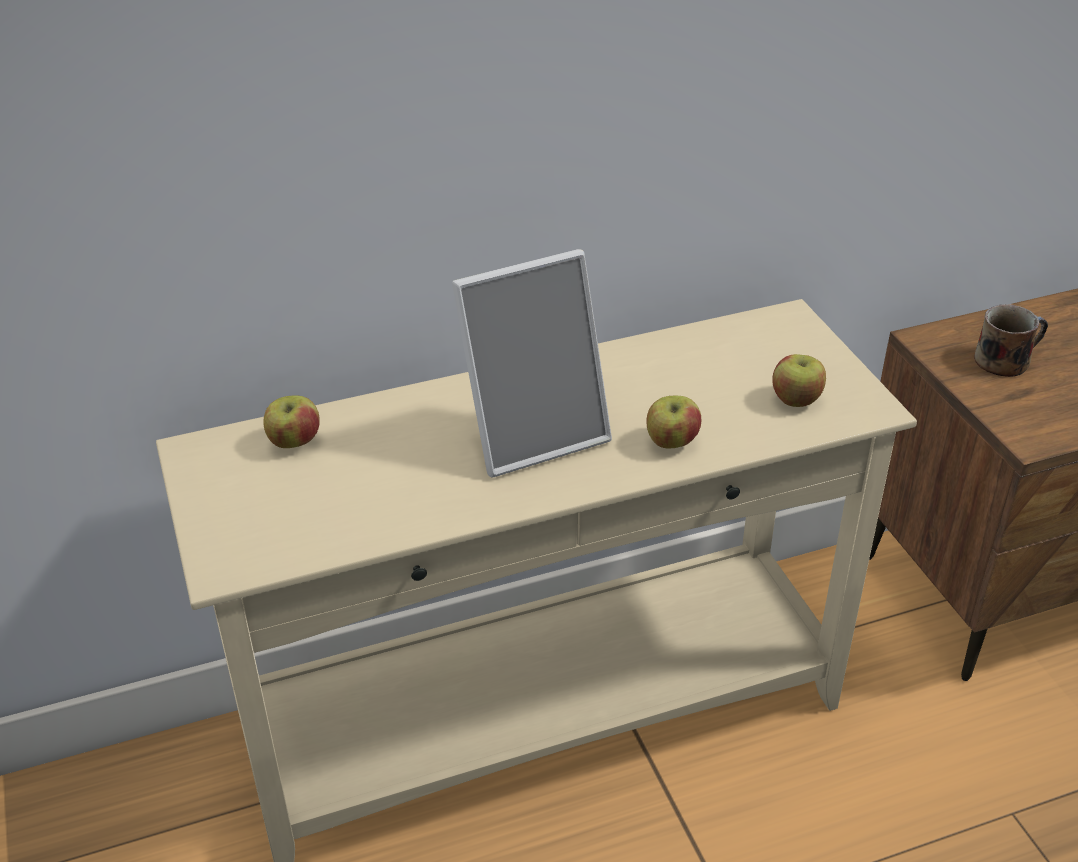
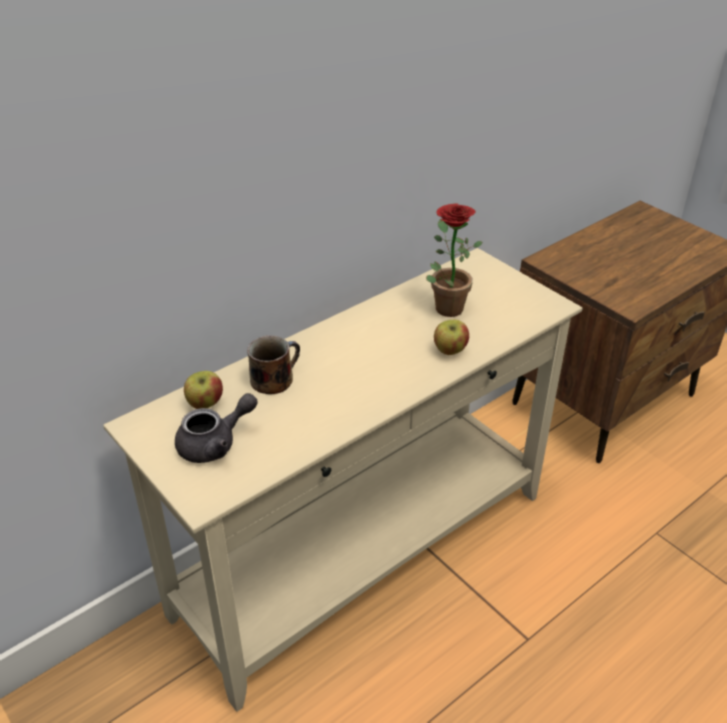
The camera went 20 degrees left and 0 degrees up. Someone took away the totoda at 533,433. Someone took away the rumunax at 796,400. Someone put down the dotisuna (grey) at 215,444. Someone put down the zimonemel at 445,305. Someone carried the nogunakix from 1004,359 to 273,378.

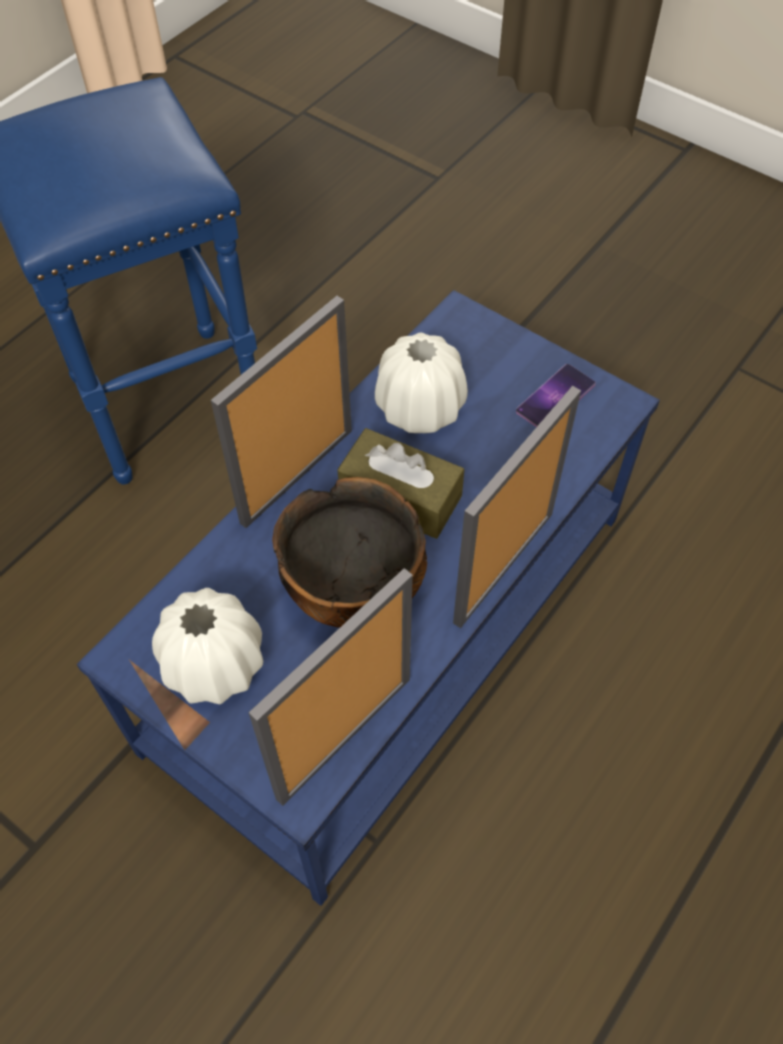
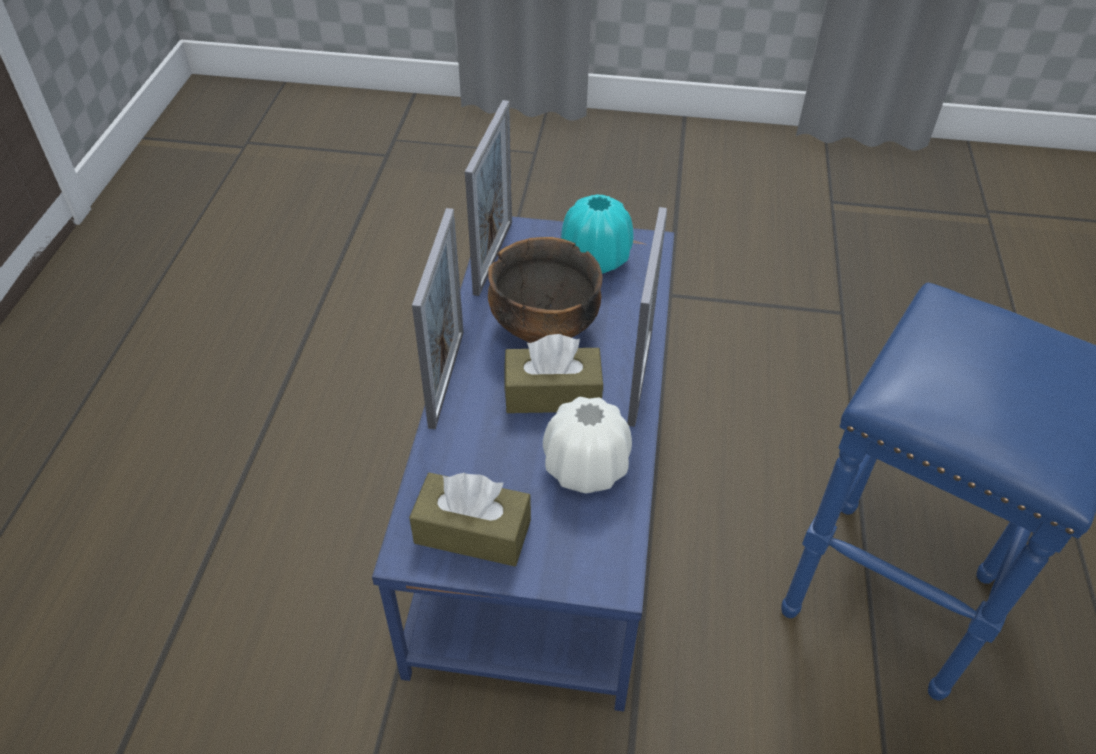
The camera went 150 degrees right and 10 degrees down. Someone swapped the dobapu at 555,398 for the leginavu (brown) at 472,532. Someone repainted the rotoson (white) at 214,665, which became the rotoson (turquoise) at 595,258.

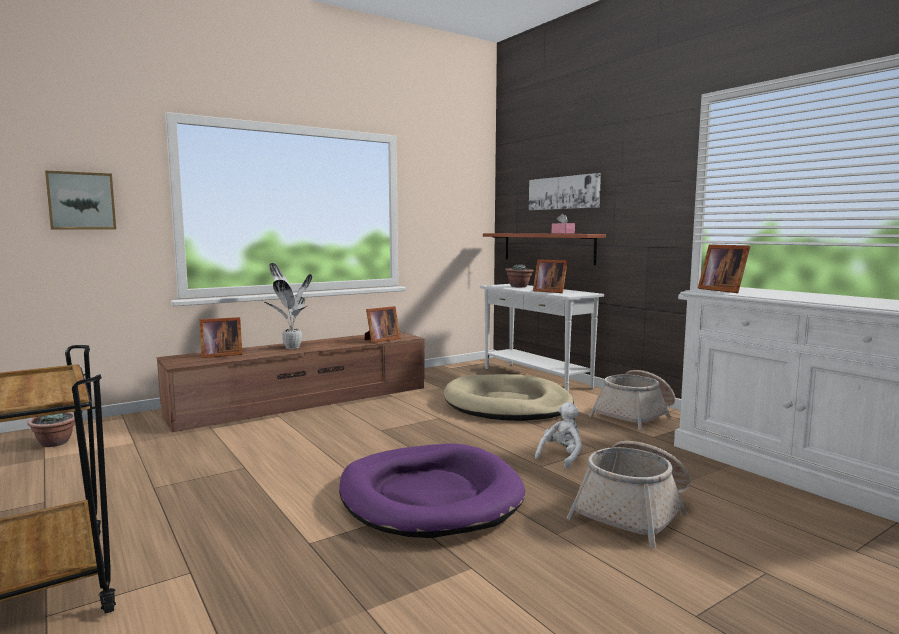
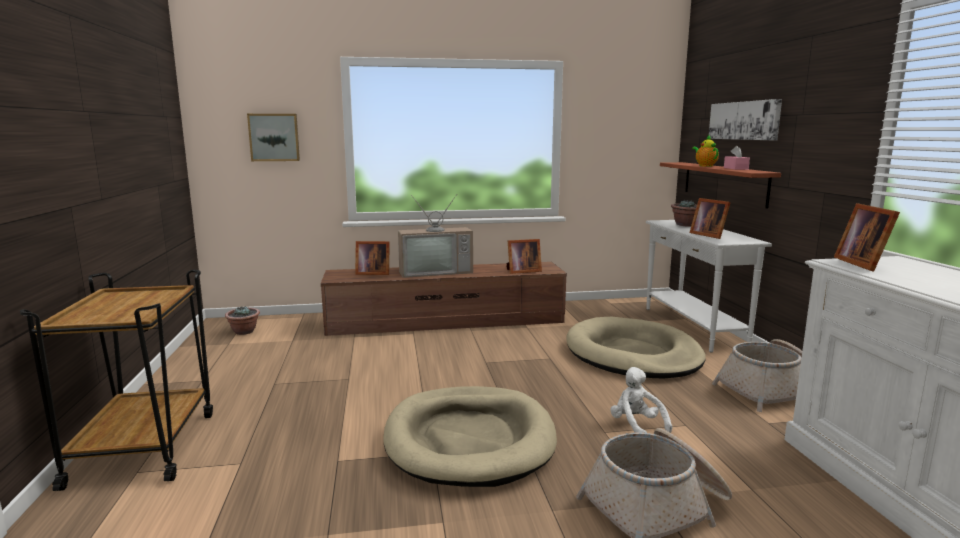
The camera went 25 degrees right and 5 degrees up. Someone put down the dotisuna at 705,166. Someone swapped the zimonemel at 291,347 for the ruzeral at 435,271. Someone repainted the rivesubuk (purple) at 429,496, which became the rivesubuk (beige) at 469,440. Someone rotated the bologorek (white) at 562,457 by 90 degrees counterclockwise.

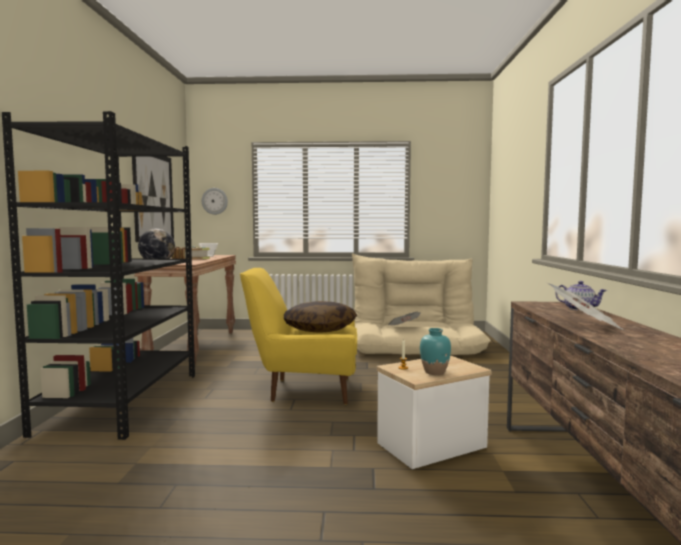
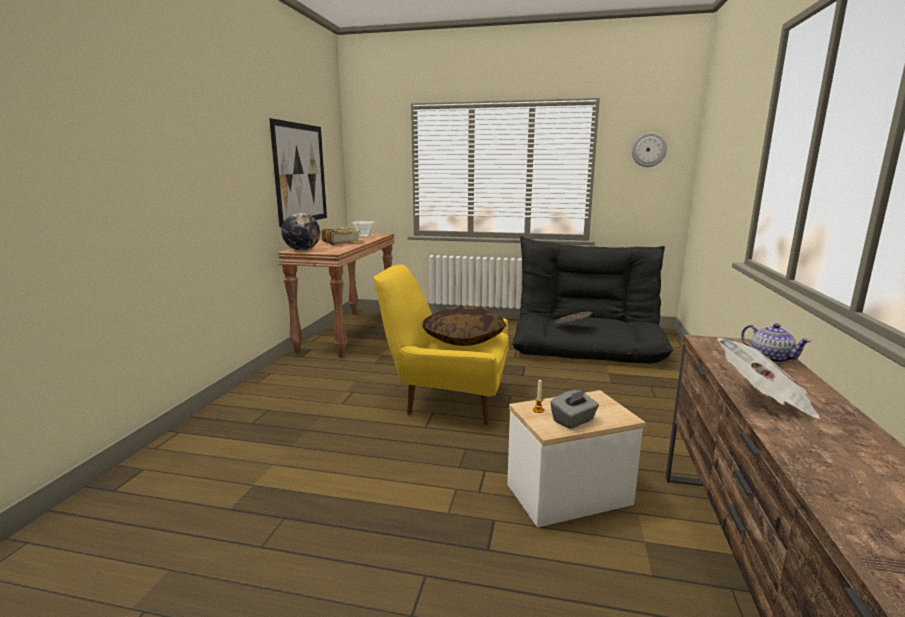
The camera went 10 degrees right and 10 degrees up. Someone took away the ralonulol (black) at 123,401. Someone carried the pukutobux from 214,201 to 649,149. Someone swapped the rotoson (turquoise) at 434,372 for the leginavu (grey) at 573,421. Someone repainted the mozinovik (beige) at 416,345, which became the mozinovik (black) at 587,344.

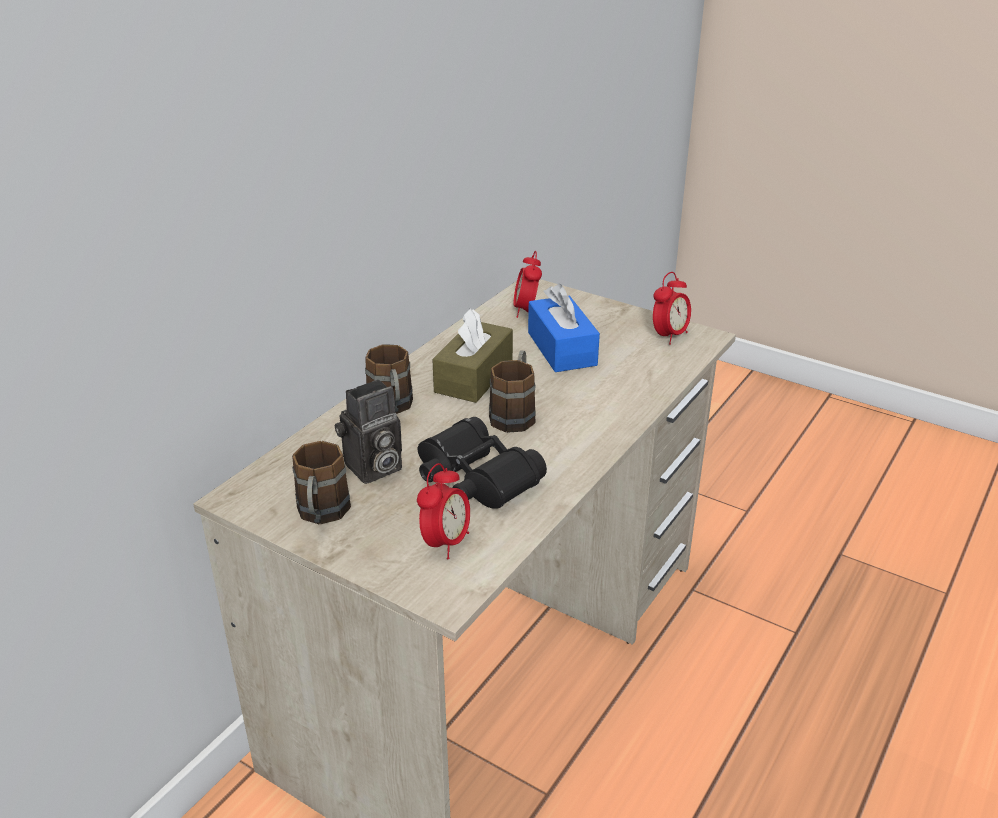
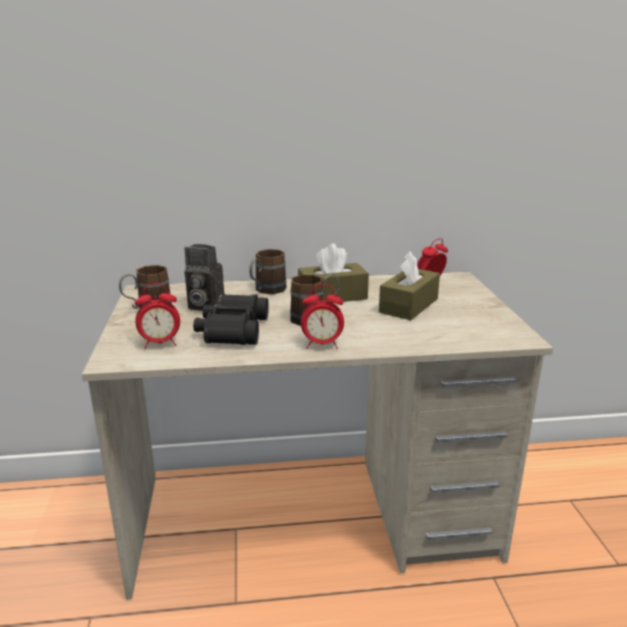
The camera went 50 degrees right and 10 degrees down. Someone carried the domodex from 669,336 to 322,345. Someone repainted the leginavu (blue) at 561,349, which became the leginavu (brown) at 408,305.

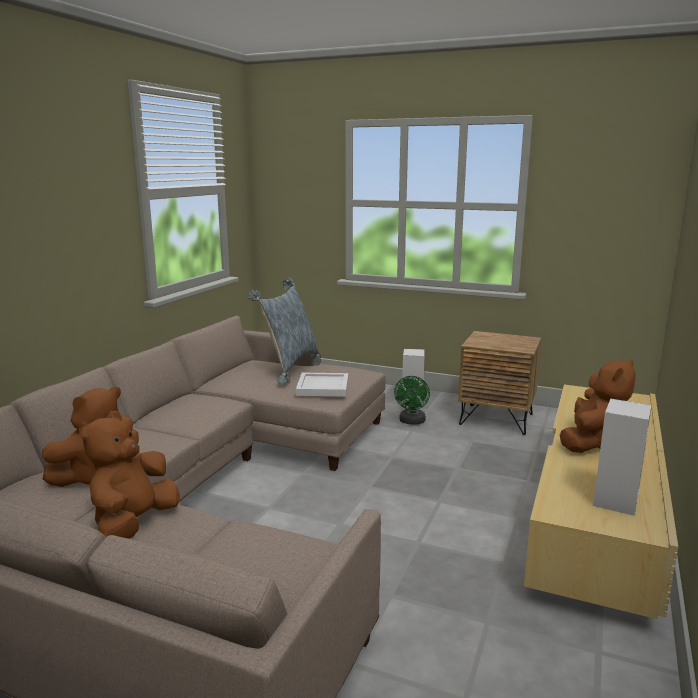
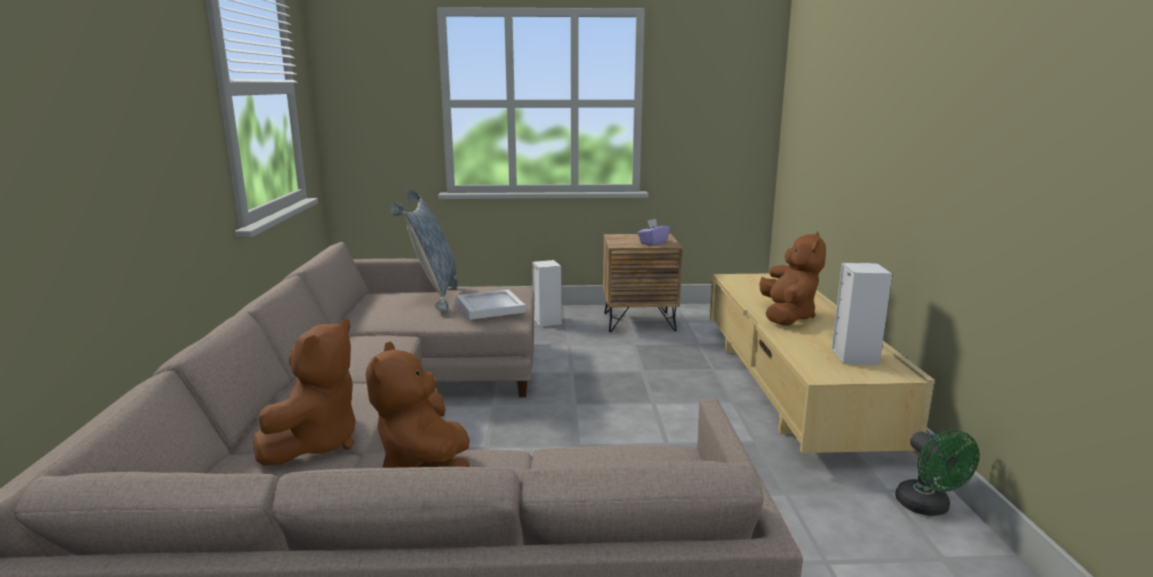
The camera went 25 degrees left and 0 degrees up. Someone put down the leginavu (purple) at 653,243. Someone carried the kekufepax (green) from 412,422 to 928,508.

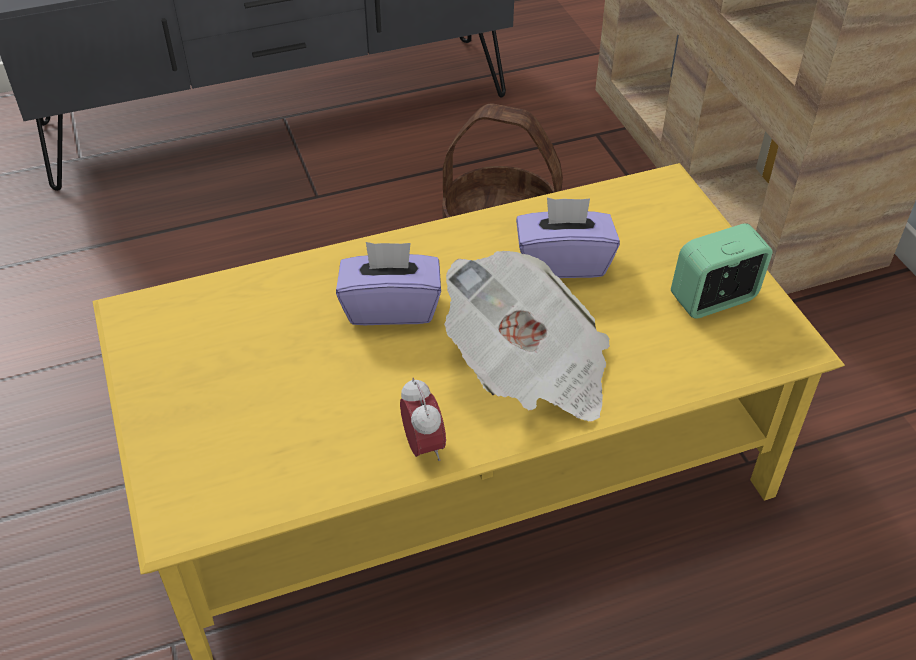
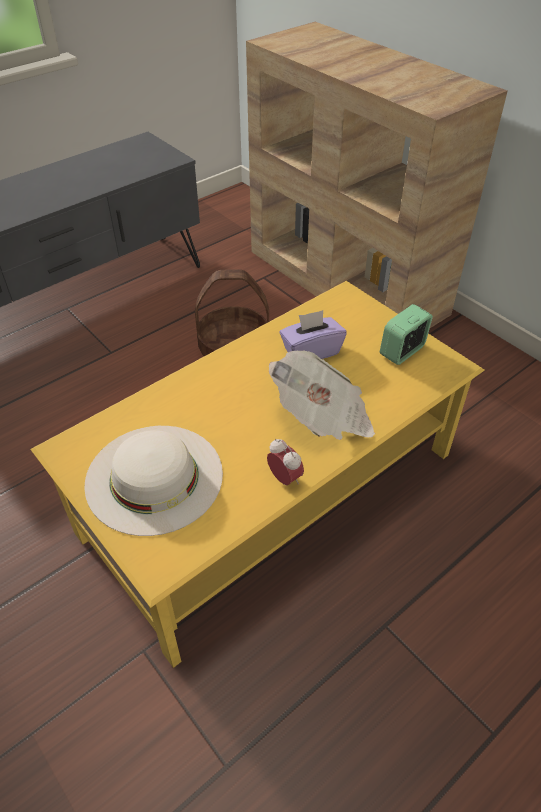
The camera went 20 degrees left and 0 degrees up. Someone took away the leginavu (purple) at 391,307. Someone put down the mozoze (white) at 154,477.

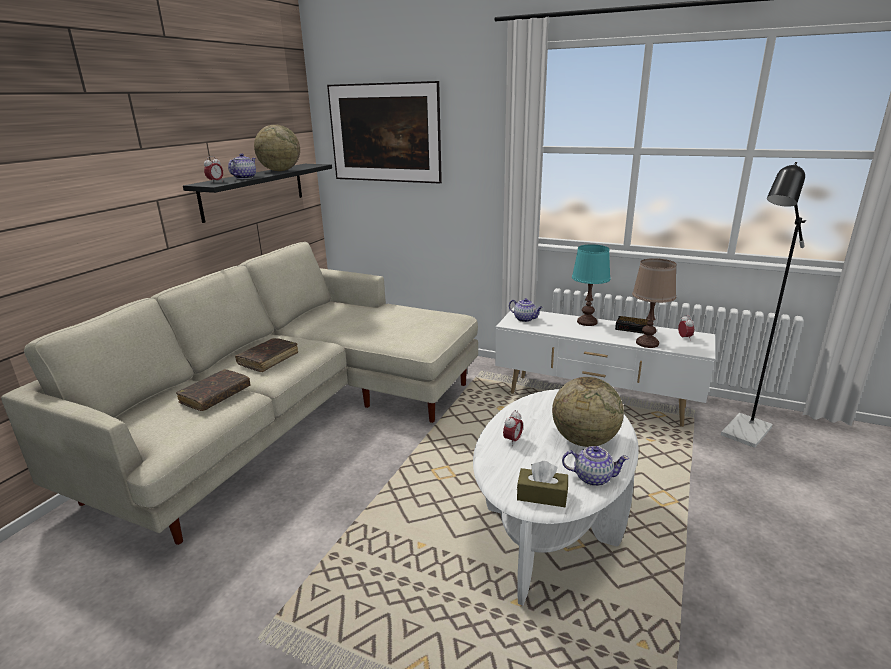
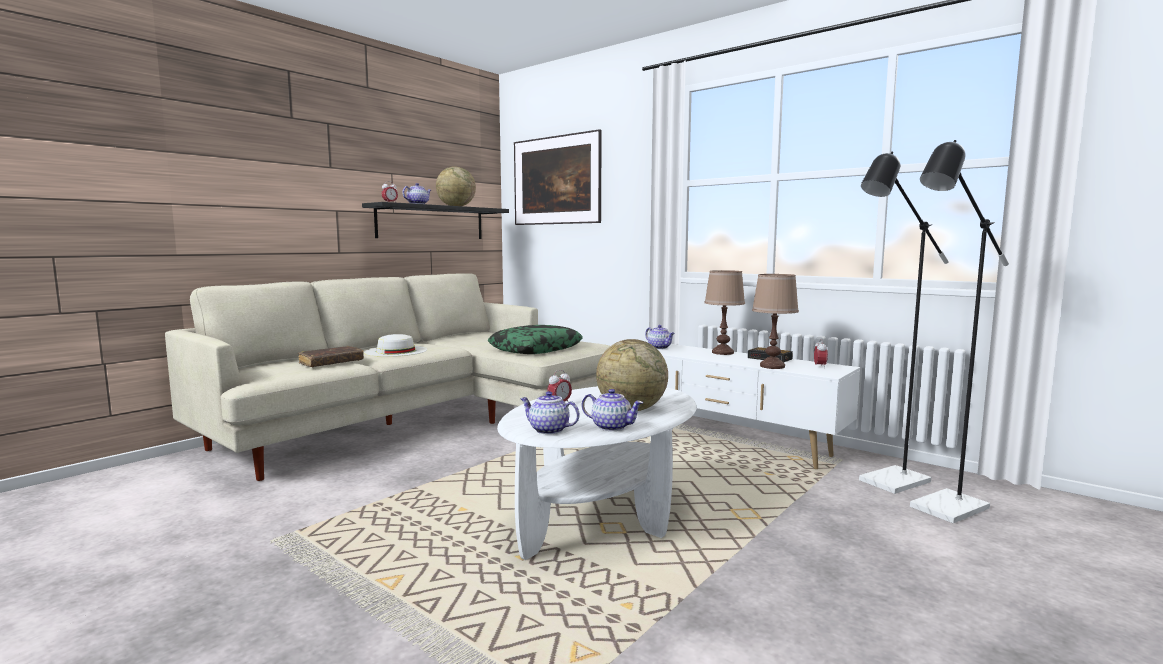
The camera went 15 degrees right and 15 degrees down. Someone put down the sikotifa at 536,349. Someone put down the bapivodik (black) at 942,510. Someone swapped the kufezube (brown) at 268,359 for the mozoze (white) at 396,351. Someone swapped the leginavu (brown) at 542,495 for the dotisuna at 548,430. Someone repainted the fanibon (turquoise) at 587,322, which became the fanibon (brown) at 722,352.

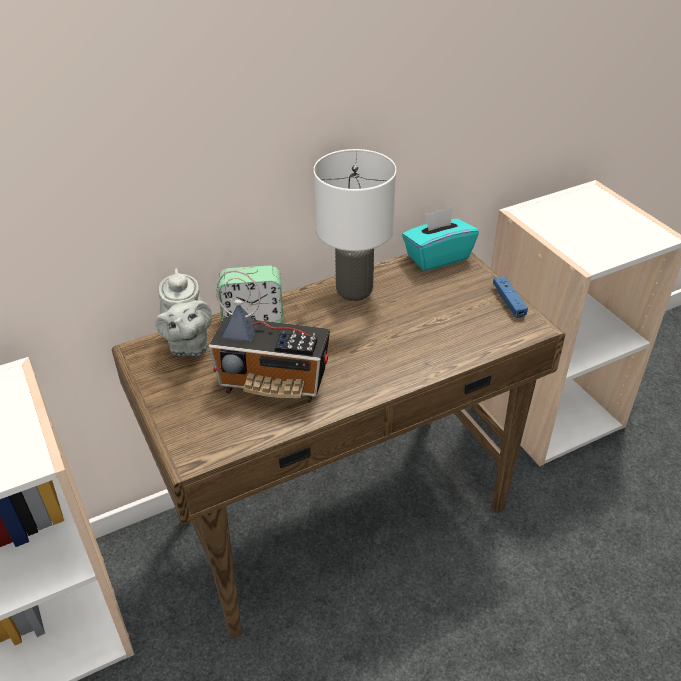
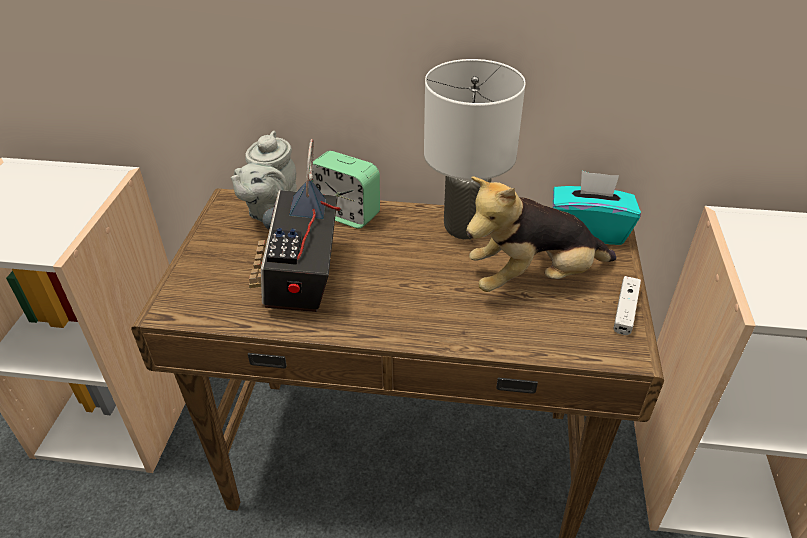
The camera went 35 degrees right and 0 degrees up. Someone put down the bologorek at 533,279. Someone repainted the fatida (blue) at 508,301, which became the fatida (white) at 625,311. Someone rotated the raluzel at 274,383 by 45 degrees clockwise.

